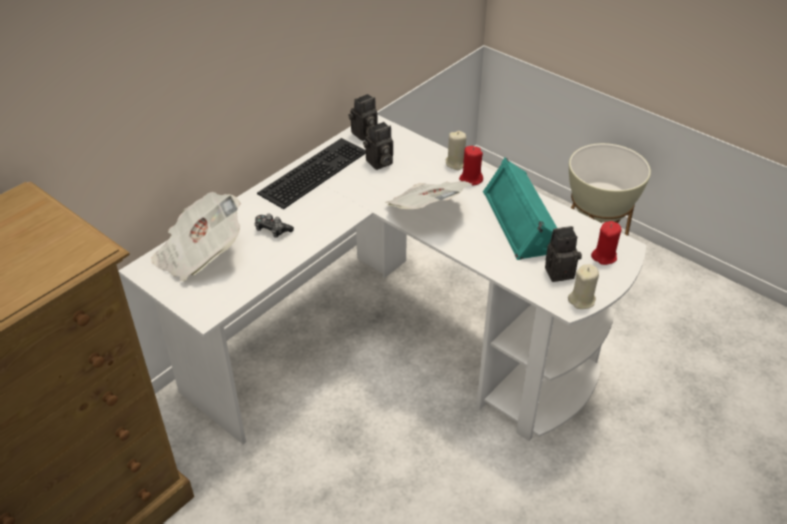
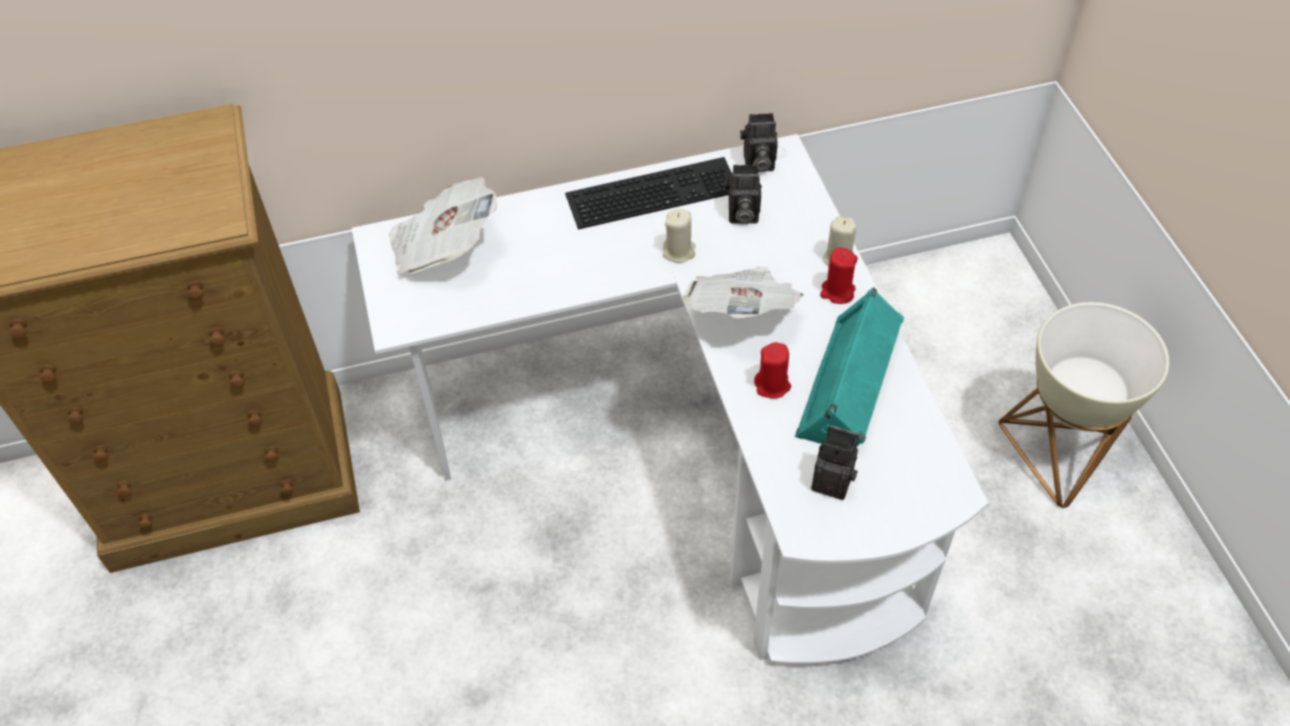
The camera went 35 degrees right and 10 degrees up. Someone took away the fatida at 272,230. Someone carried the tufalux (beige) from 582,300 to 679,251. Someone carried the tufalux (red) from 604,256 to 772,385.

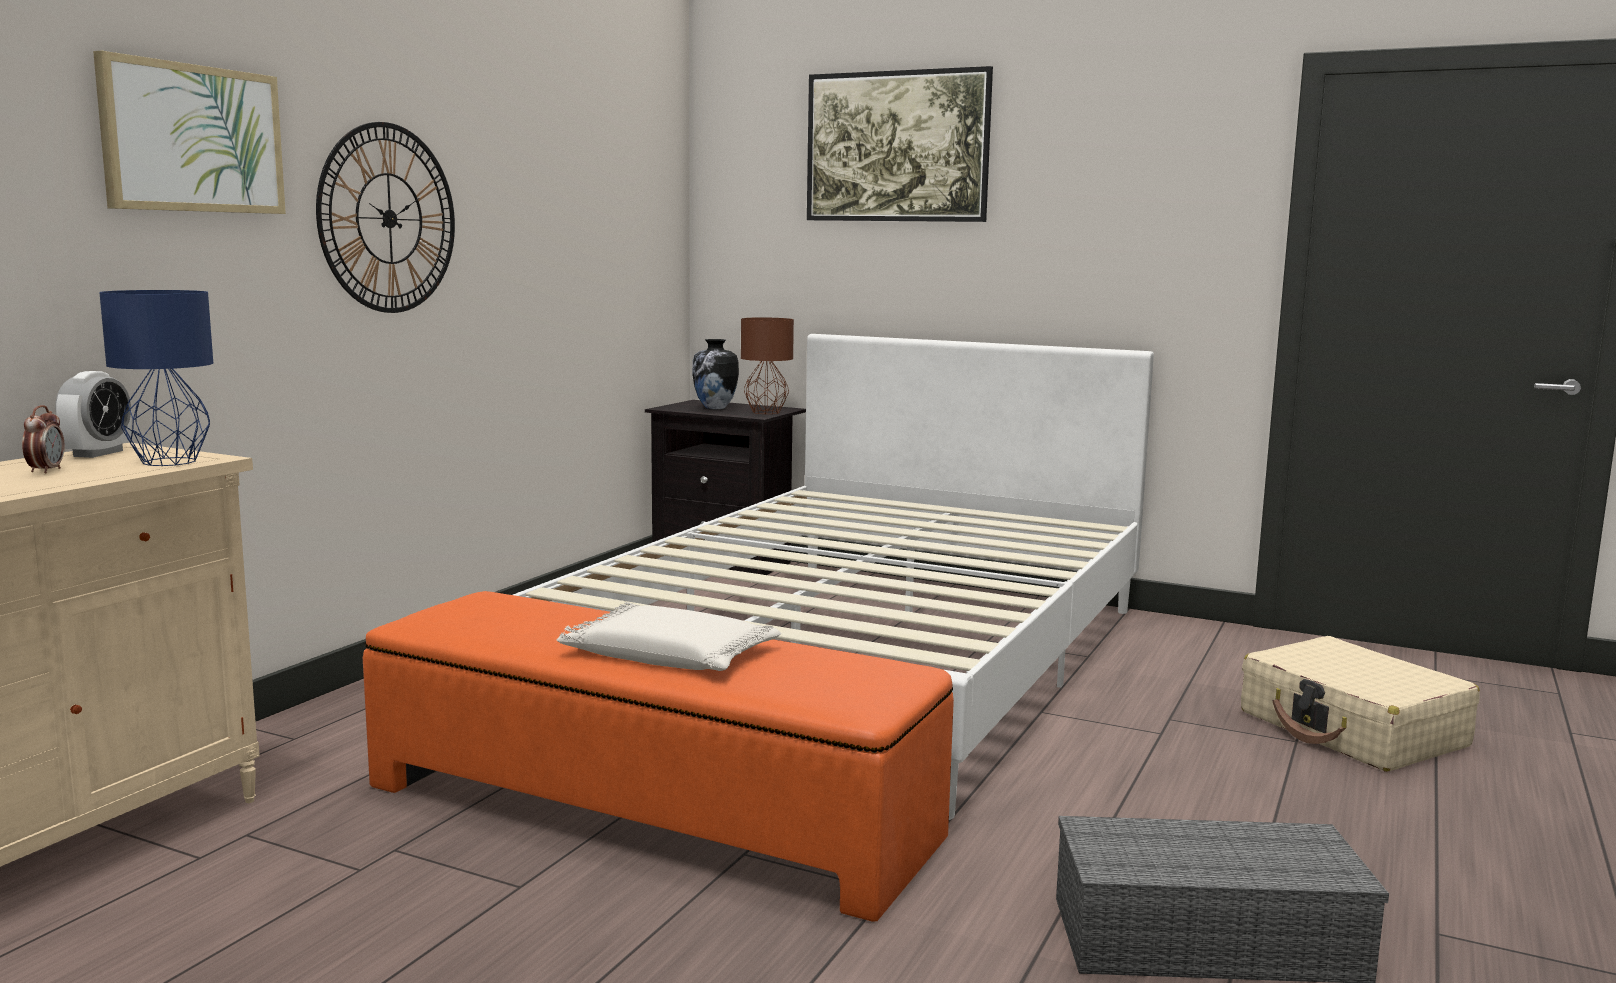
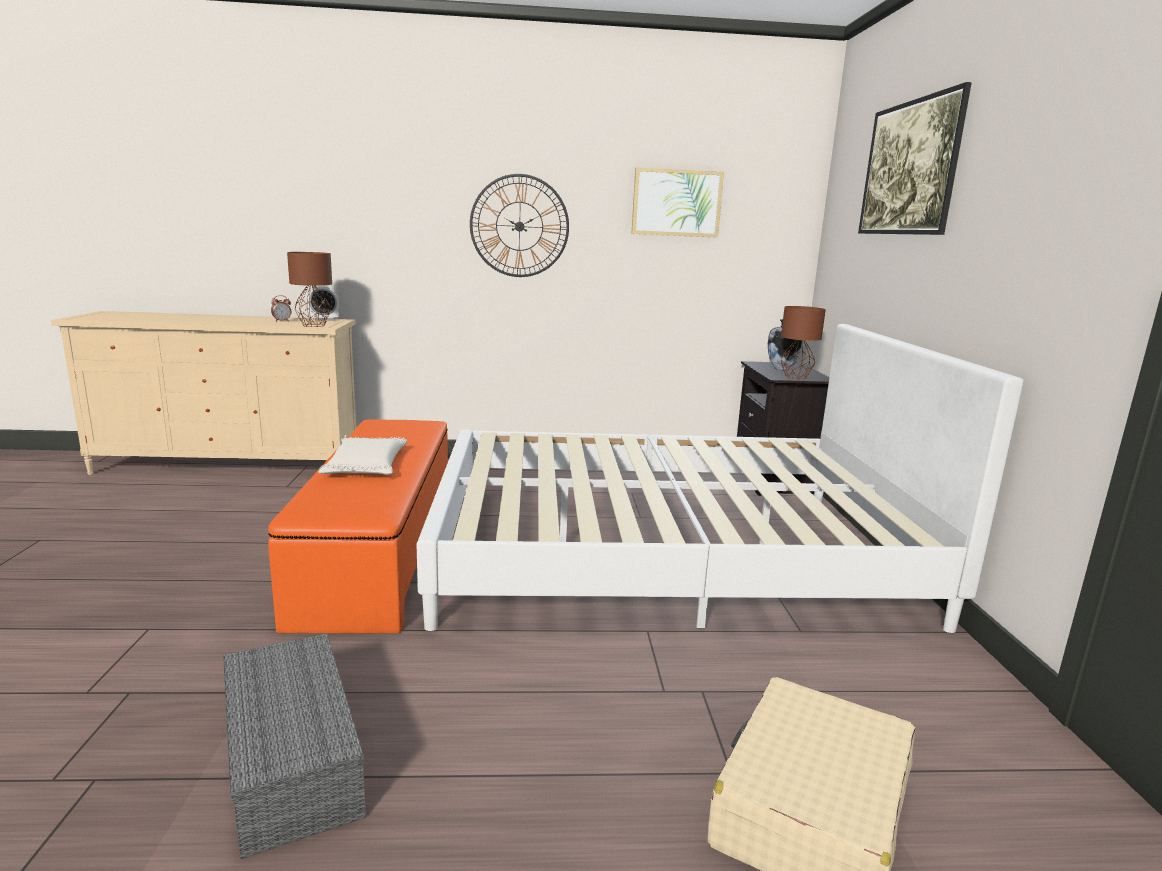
The camera went 60 degrees right and 5 degrees up. Someone carried the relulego from 192,139 to 676,203. Someone repainted the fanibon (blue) at 171,461, which became the fanibon (brown) at 314,325.

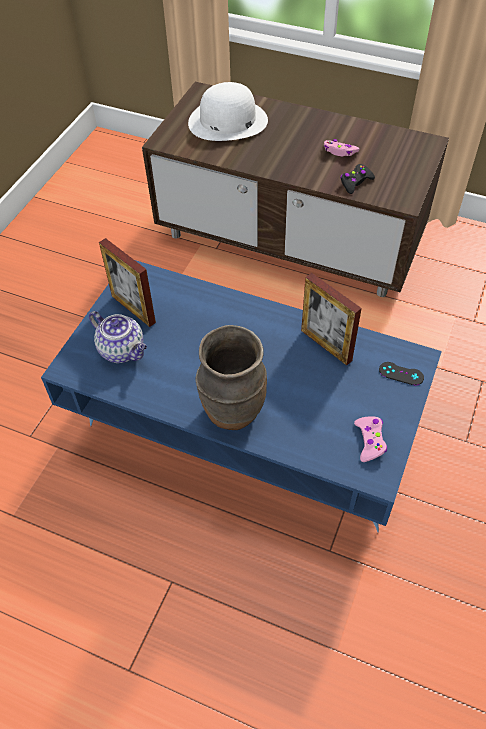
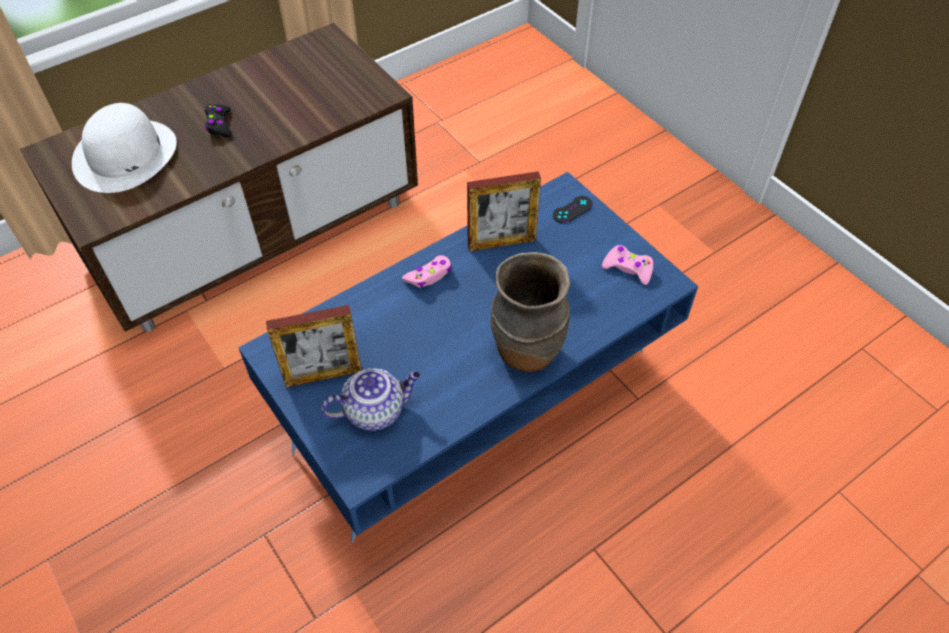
The camera went 60 degrees left and 0 degrees up. Someone carried the fatida (pink) from 340,151 to 429,276. Someone carried the fatida (black) from 355,182 to 219,125.

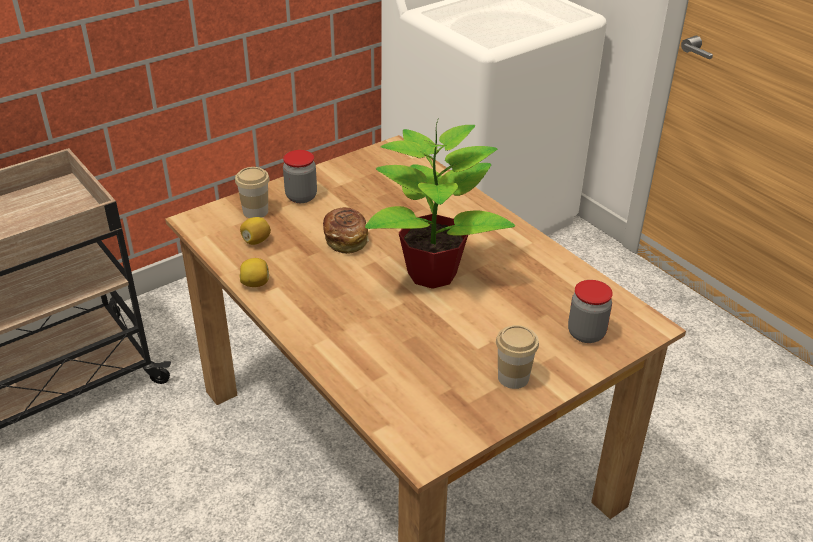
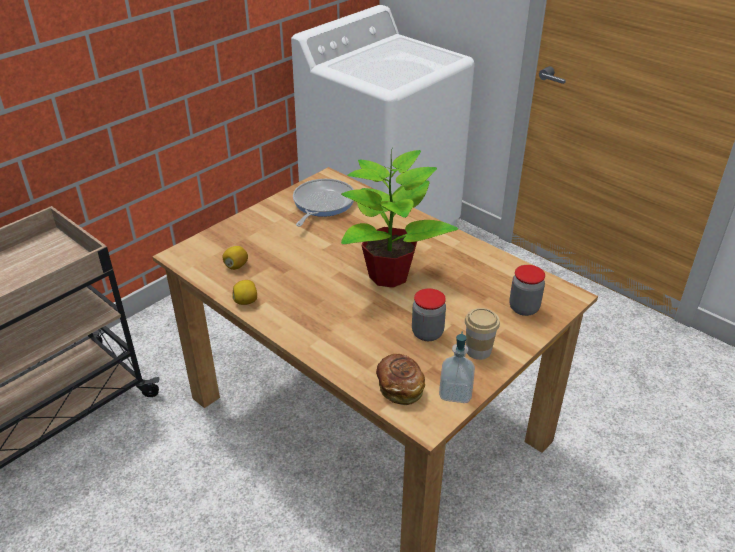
The camera went 10 degrees left and 0 degrees up. Someone took away the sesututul at 255,211. Someone put down the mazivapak at 322,204. Someone put down the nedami at 455,393. Someone carried the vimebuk from 301,196 to 427,333. Someone carried the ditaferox from 346,240 to 400,387.

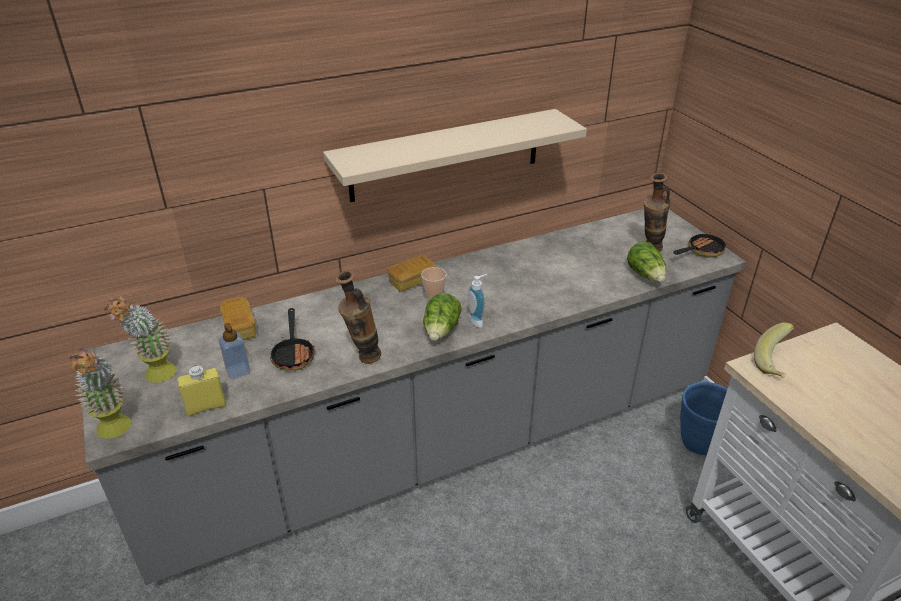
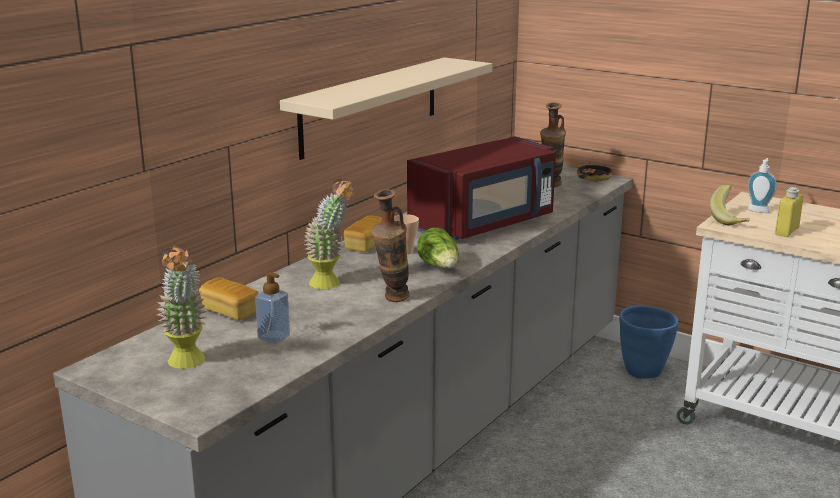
The camera went 30 degrees left and 15 degrees down. Someone took away the mazivapak at 293,354. Someone took away the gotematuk at 646,275. Someone put down the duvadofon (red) at 484,224. Someone carried the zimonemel from 116,432 to 331,284. Someone carried the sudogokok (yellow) from 206,407 to 786,231. Someone carried the nedami from 478,321 to 759,210.

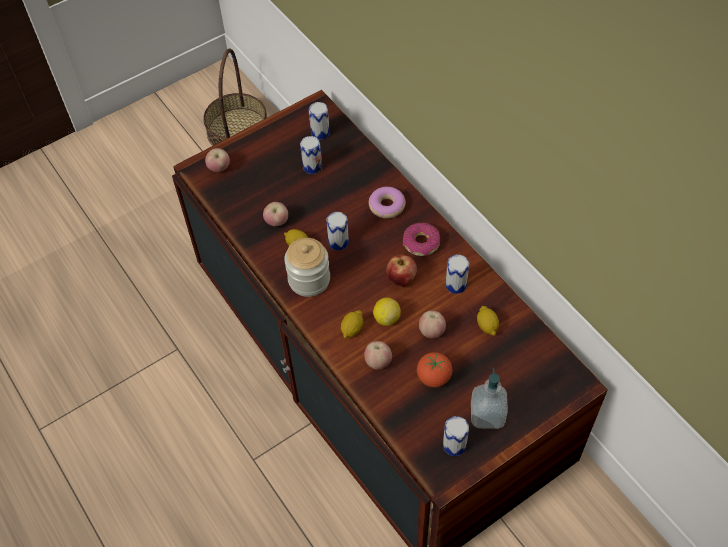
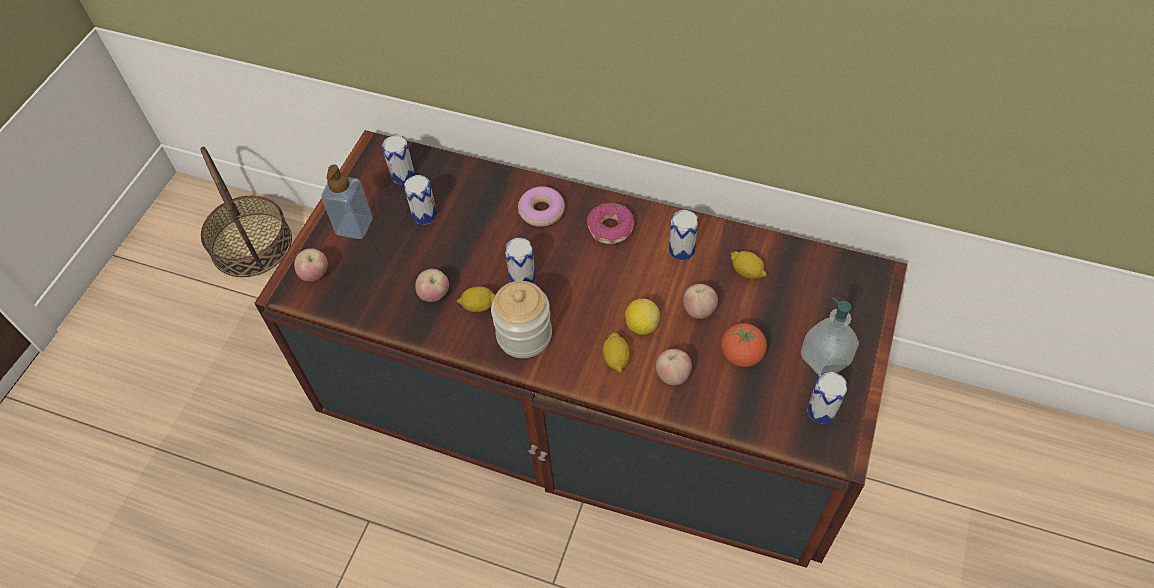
The camera went 35 degrees left and 0 degrees up. Someone took away the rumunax at 401,279. Someone put down the nedami at 354,226.

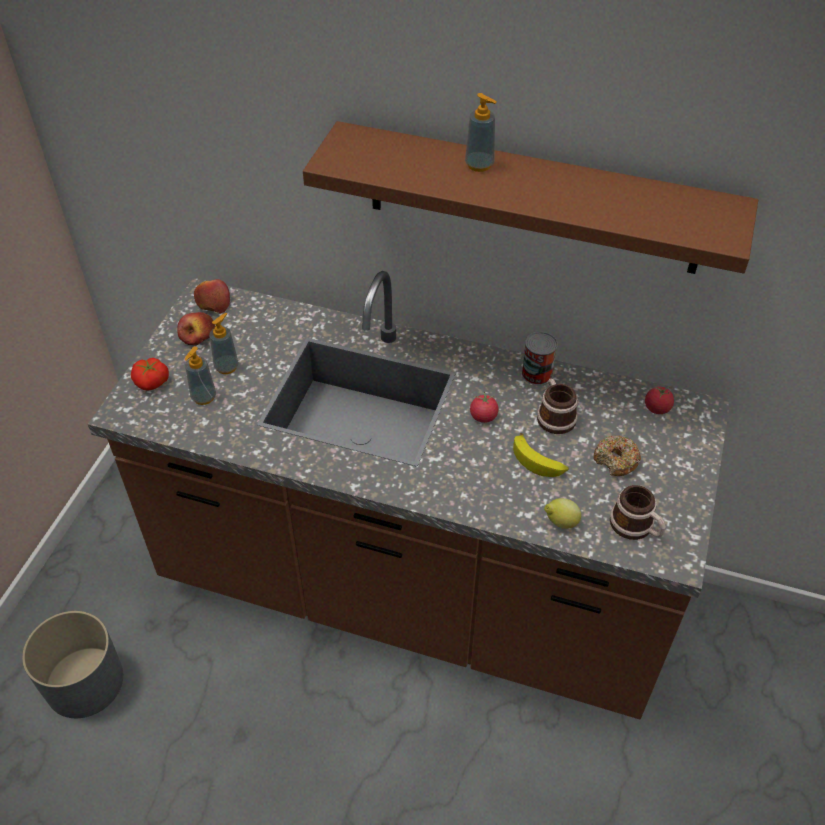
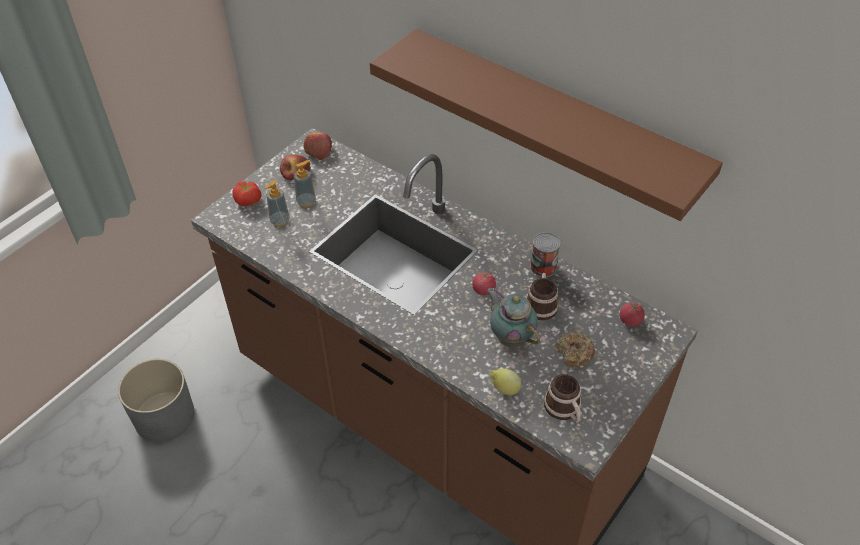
The camera went 20 degrees right and 0 degrees up. Someone took away the nedami at 479,165. Someone swapped the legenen at 539,461 for the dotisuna at 510,337.

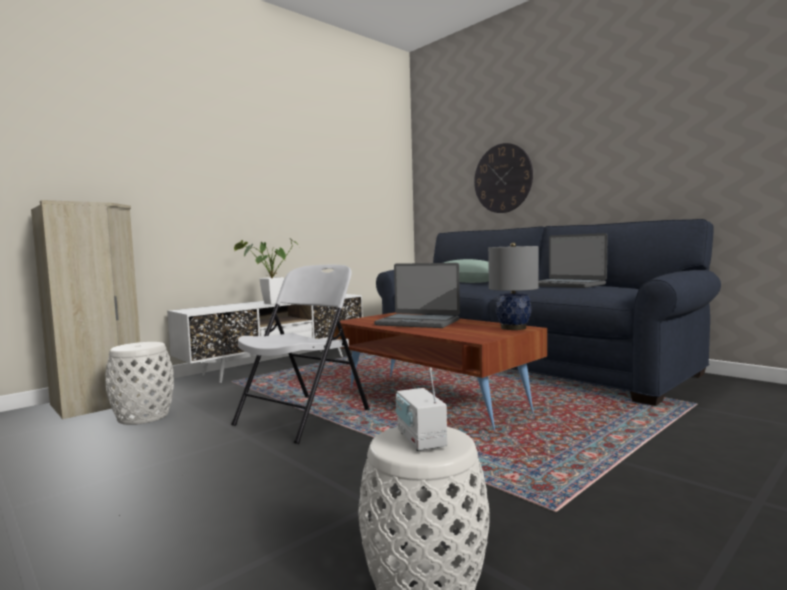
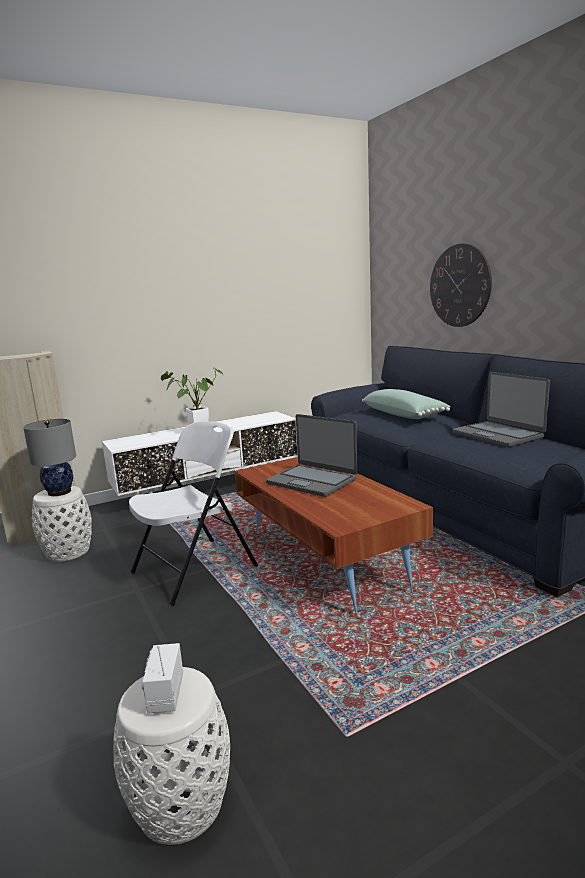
The camera went 15 degrees right and 10 degrees up. Someone carried the fanibon (grey) from 513,328 to 59,492.

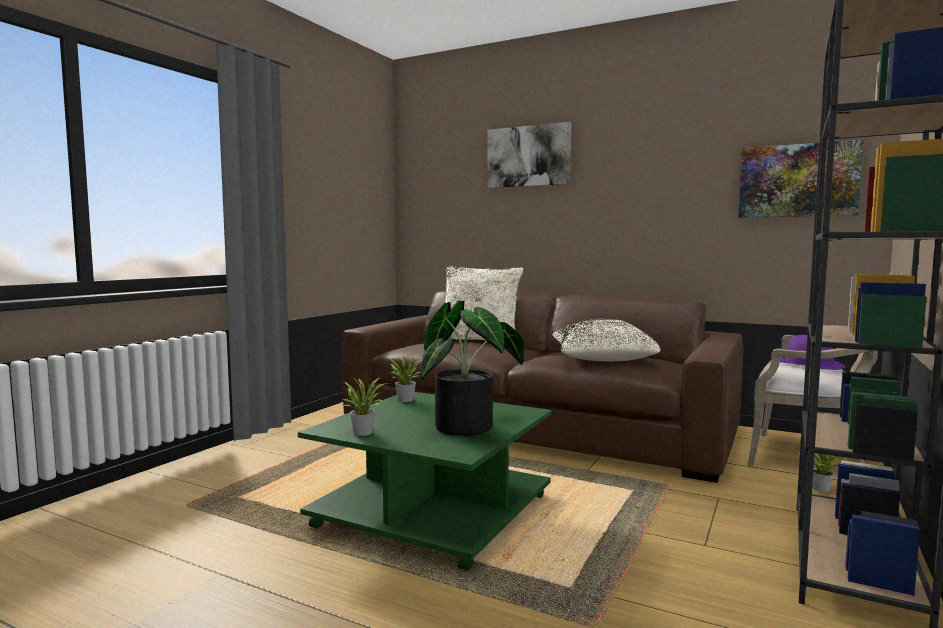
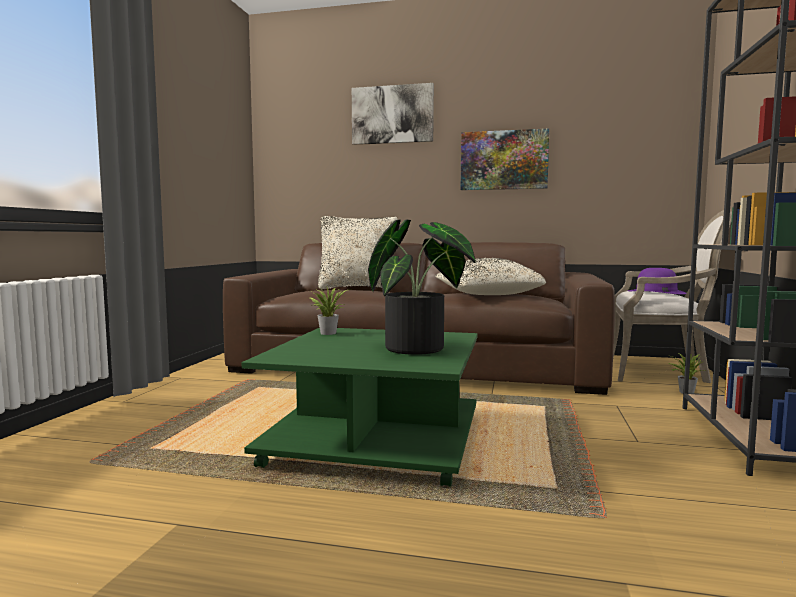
The camera went 15 degrees left and 0 degrees up. Someone took away the zimonemel at 363,432. Someone carried the relulego from 798,181 to 504,160.

